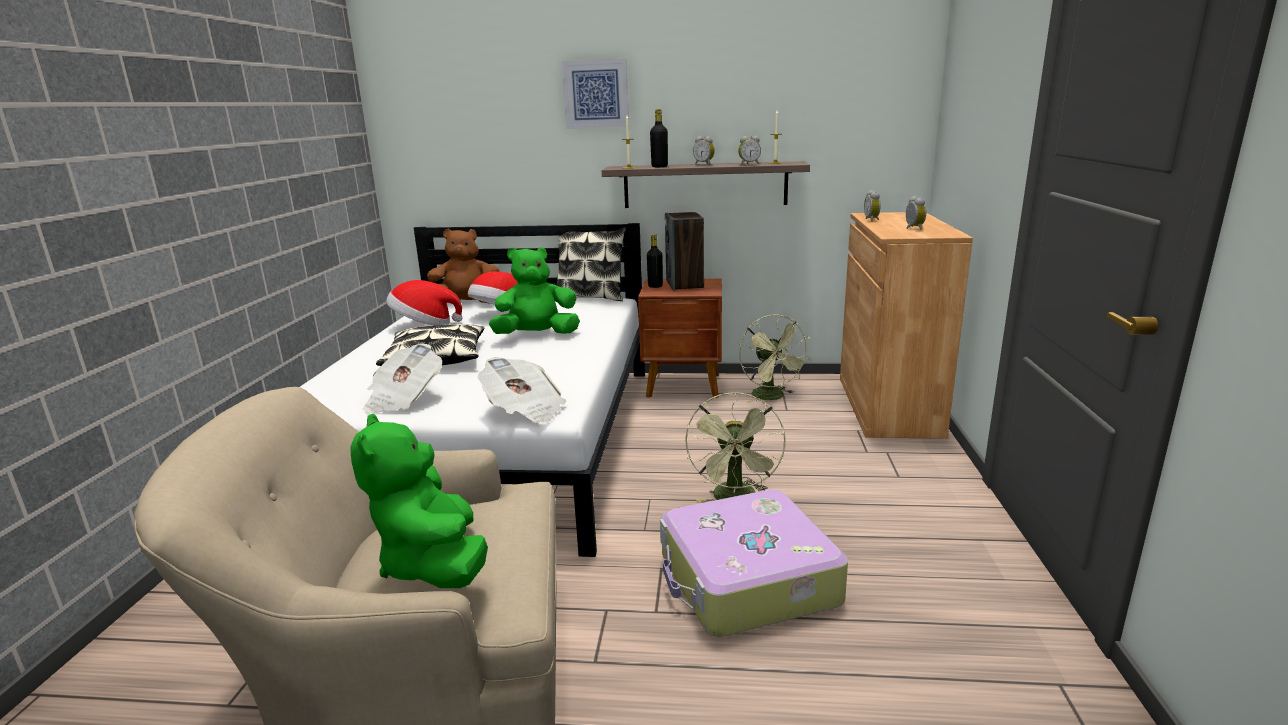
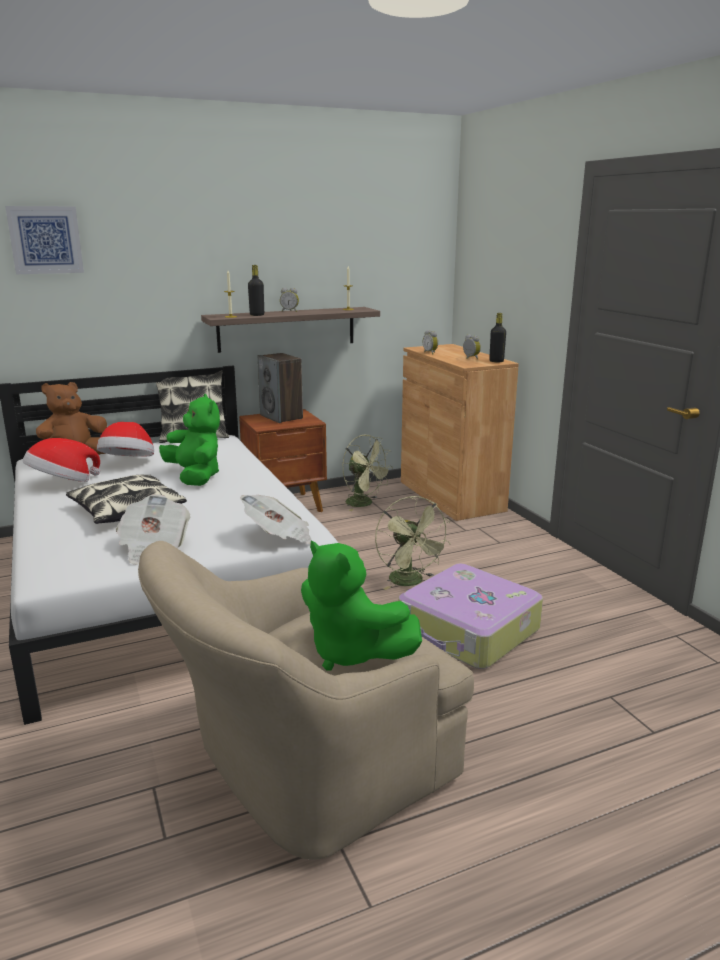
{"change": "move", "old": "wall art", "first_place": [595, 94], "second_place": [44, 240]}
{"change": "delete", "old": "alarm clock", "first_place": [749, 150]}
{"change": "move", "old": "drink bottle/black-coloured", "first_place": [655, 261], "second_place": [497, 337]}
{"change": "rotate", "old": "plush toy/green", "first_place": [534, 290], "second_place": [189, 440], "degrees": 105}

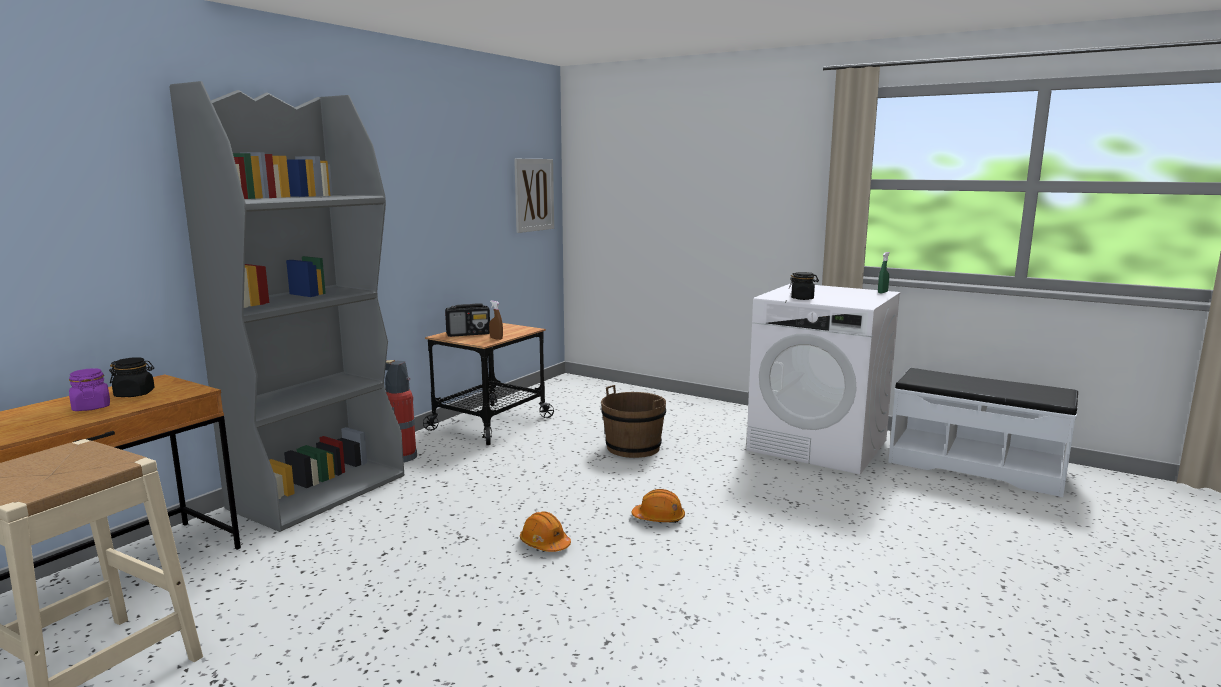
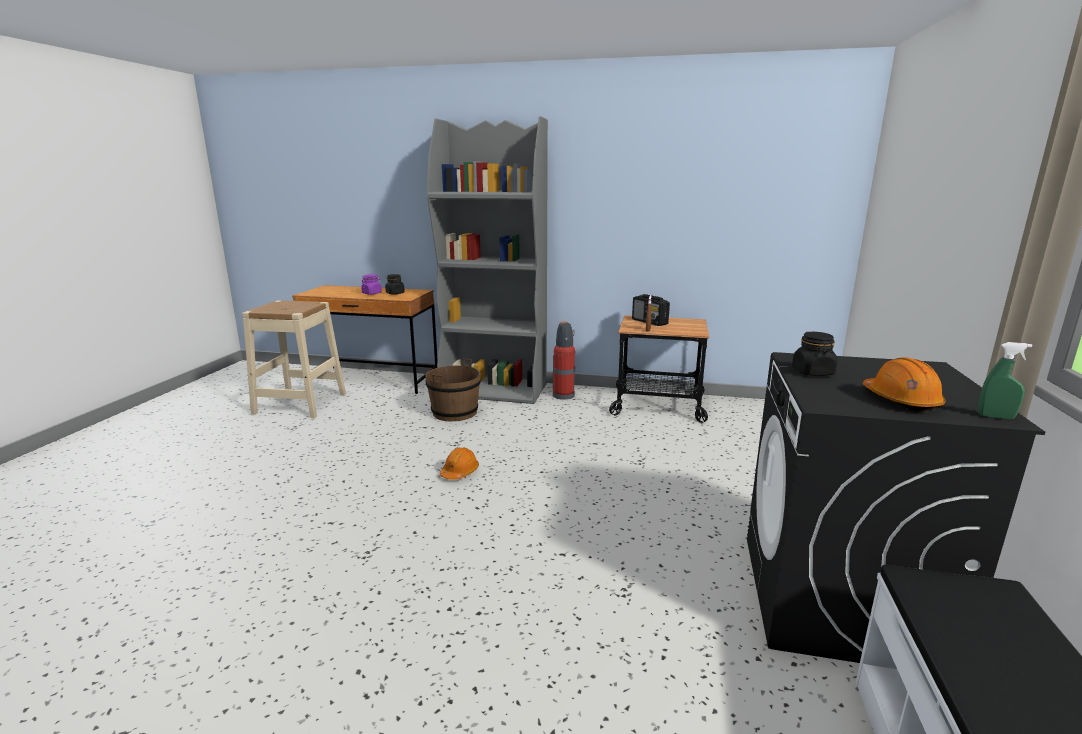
{"change": "delete", "old": "wall art", "first_place": [534, 196]}
{"change": "recolor", "old": "laundry appliance/whitish", "new": "laundry appliance/black-coloured", "first_place": [823, 379], "second_place": [896, 507]}
{"change": "move", "old": "water bucket/brown-coloured", "first_place": [633, 421], "second_place": [453, 390]}
{"change": "move", "old": "safety helmet/orangey", "first_place": [658, 506], "second_place": [904, 384]}

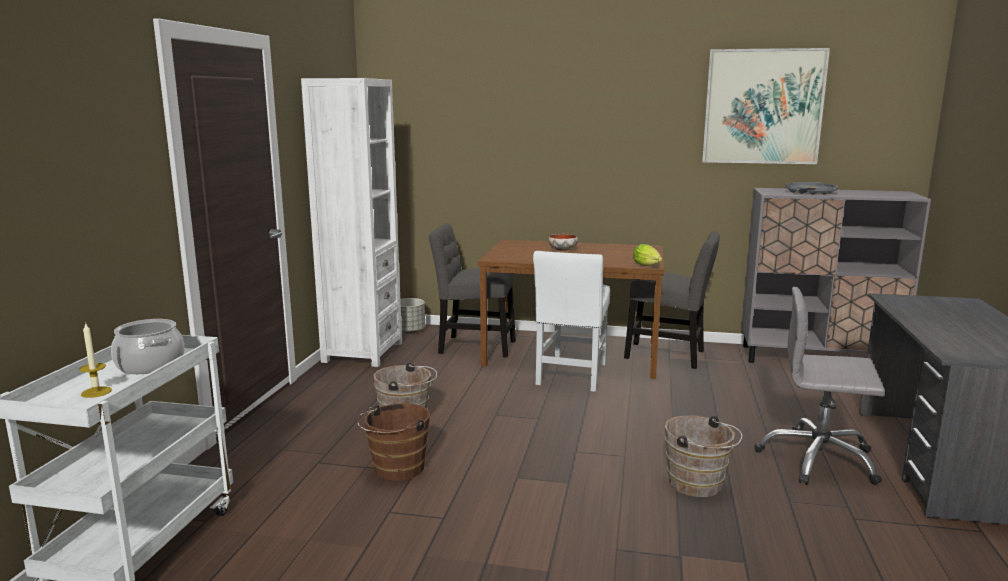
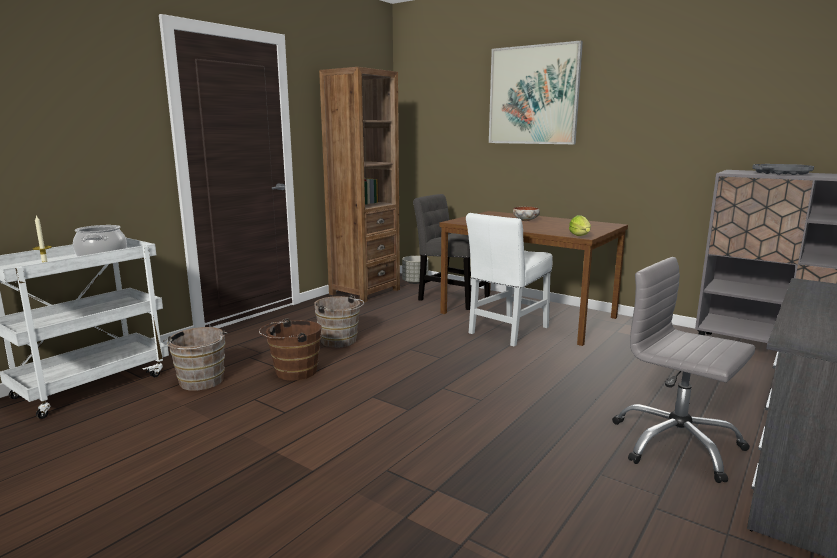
{"change": "move", "old": "wall art", "first_place": [766, 106], "second_place": [536, 92]}
{"change": "recolor", "old": "bookshelf/whitish", "new": "bookshelf/brown-coloured", "first_place": [351, 222], "second_place": [359, 185]}
{"change": "delete", "old": "plain chair/gray", "first_place": [672, 300]}
{"change": "move", "old": "water bucket/brown-coloured", "first_place": [703, 456], "second_place": [196, 359]}

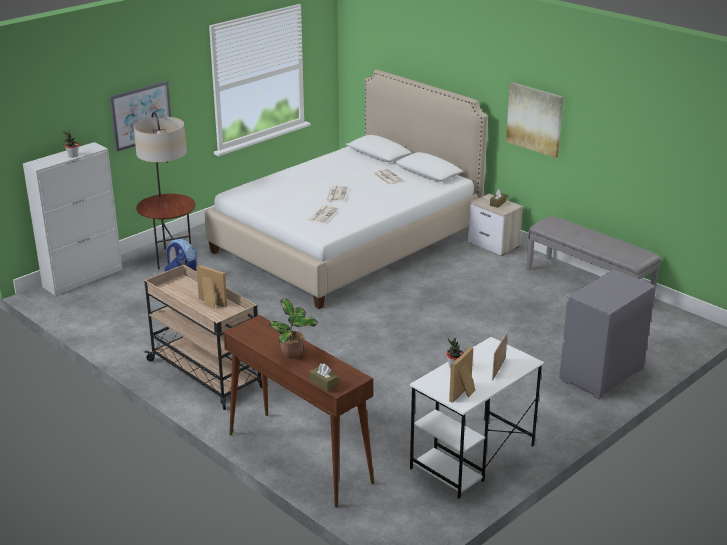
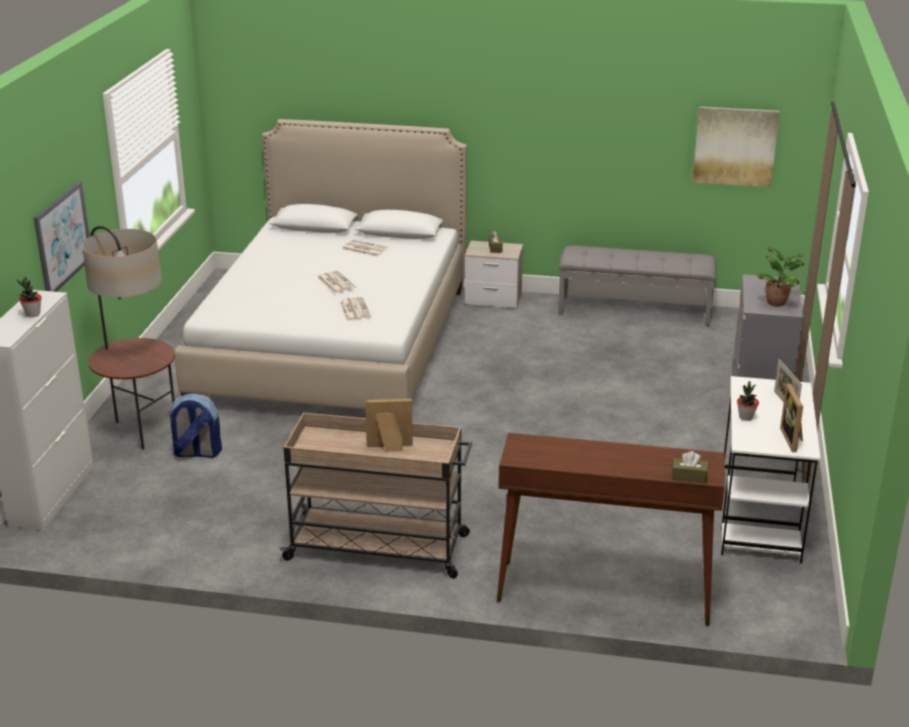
{"change": "move", "old": "wall art", "first_place": [534, 120], "second_place": [736, 146]}
{"change": "move", "old": "houseplant", "first_place": [293, 328], "second_place": [780, 276]}

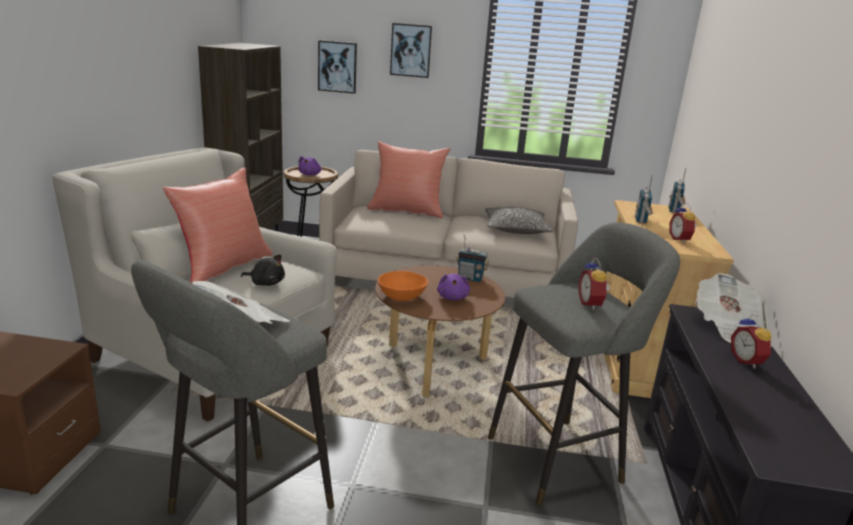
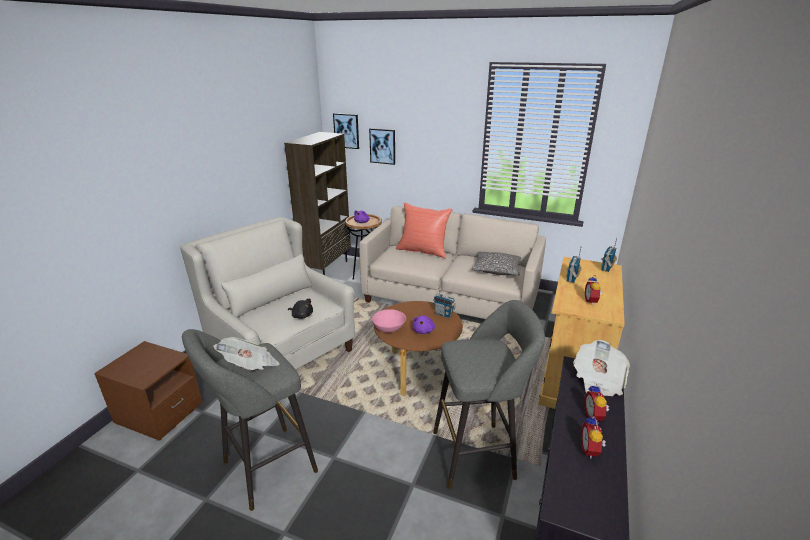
{"change": "move", "old": "wall art", "first_place": [411, 50], "second_place": [346, 131]}
{"change": "delete", "old": "throw pillow/red-coloured", "first_place": [218, 225]}
{"change": "move", "old": "alarm clock", "first_place": [594, 284], "second_place": [593, 437]}
{"change": "recolor", "old": "bowl/orangey", "new": "bowl/pinkish", "first_place": [403, 286], "second_place": [389, 321]}

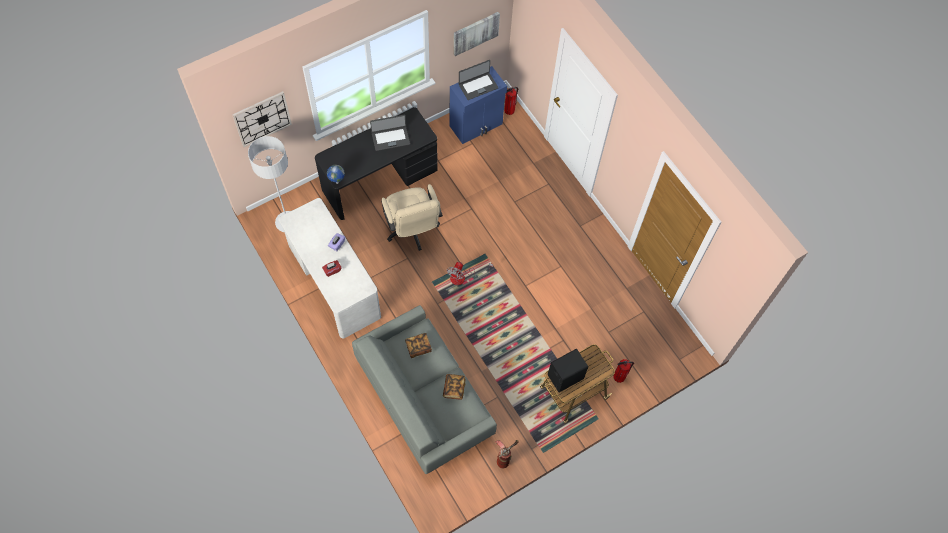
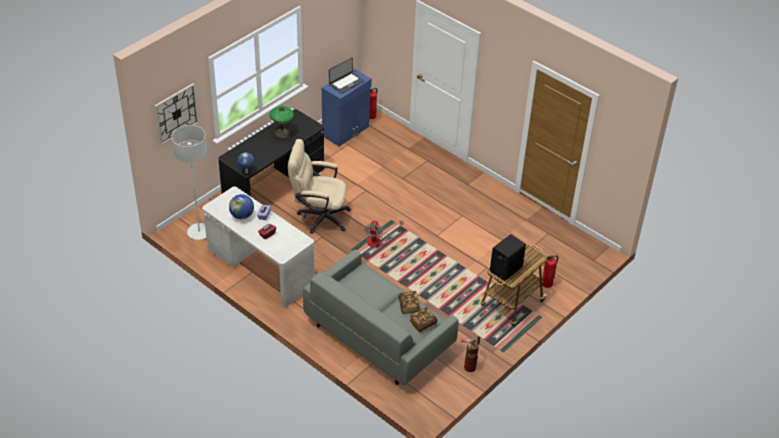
{"change": "delete", "old": "wall art", "first_place": [476, 34]}
{"change": "replace", "old": "laptop", "new": "lamp for a table", "first_place": [390, 133], "second_place": [282, 123]}
{"change": "rotate", "old": "computer chair/beige-coloured", "first_place": [412, 217], "second_place": [319, 186], "degrees": 135}
{"change": "move", "old": "volume", "first_place": [418, 345], "second_place": [423, 319]}
{"change": "insert", "new": "desk globe", "second_place": [241, 206]}

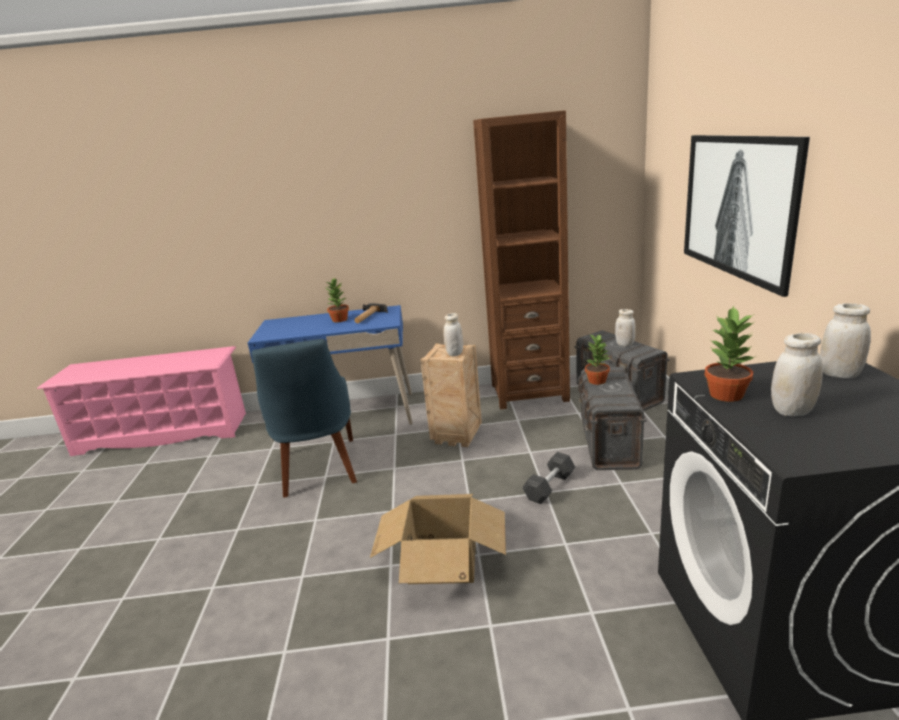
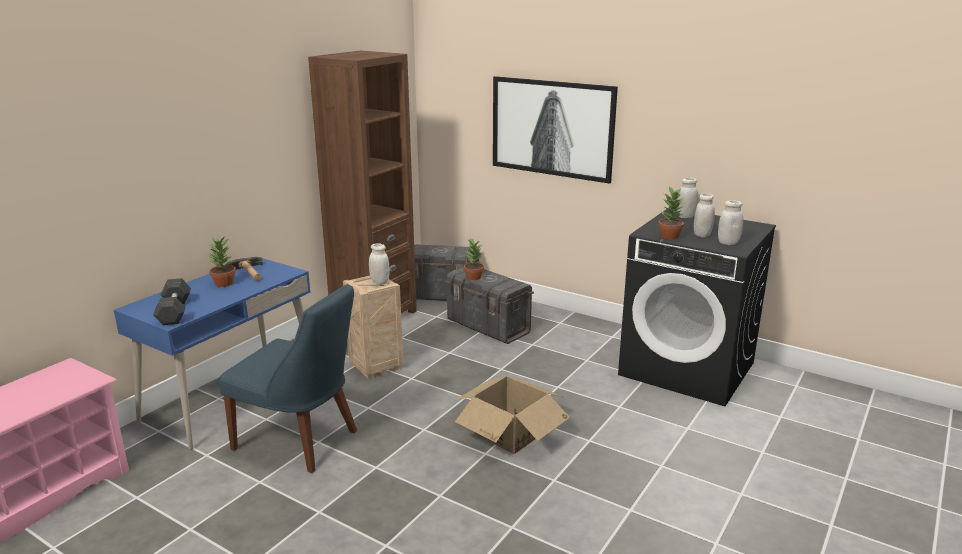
{"change": "move", "old": "jar/whitish", "first_place": [625, 328], "second_place": [730, 222]}
{"change": "move", "old": "free weight/gray", "first_place": [548, 478], "second_place": [172, 301]}

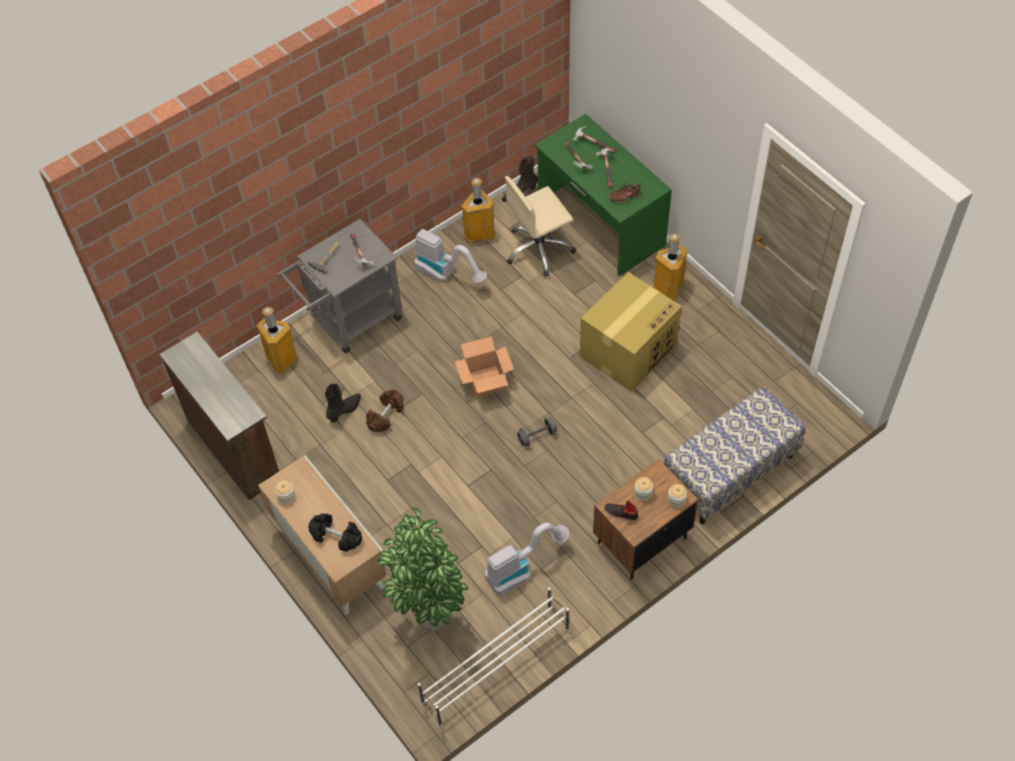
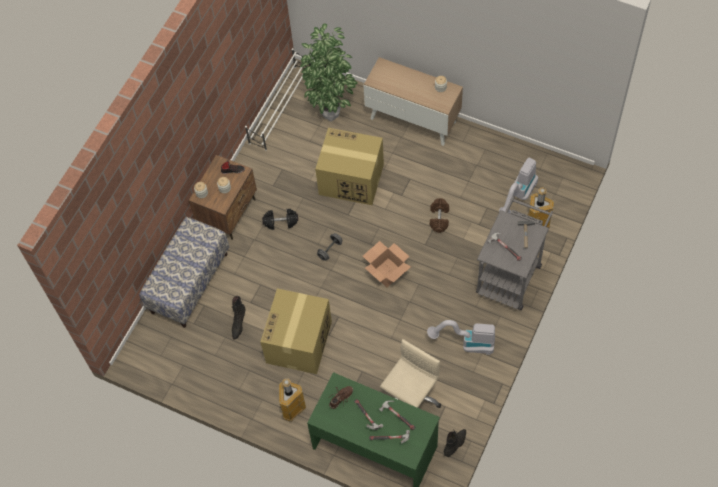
{"change": "delete", "old": "trash can", "first_place": [478, 211]}
{"change": "delete", "old": "drawer chest/brown-coloured", "first_place": [219, 416]}
{"change": "move", "old": "tall boot/black-coloured", "first_place": [343, 403], "second_place": [238, 317]}
{"change": "move", "old": "free weight/black-coloured", "first_place": [335, 532], "second_place": [280, 219]}
{"change": "move", "old": "hoover", "first_place": [527, 560], "second_place": [518, 186]}
{"change": "insert", "new": "carton", "second_place": [349, 166]}

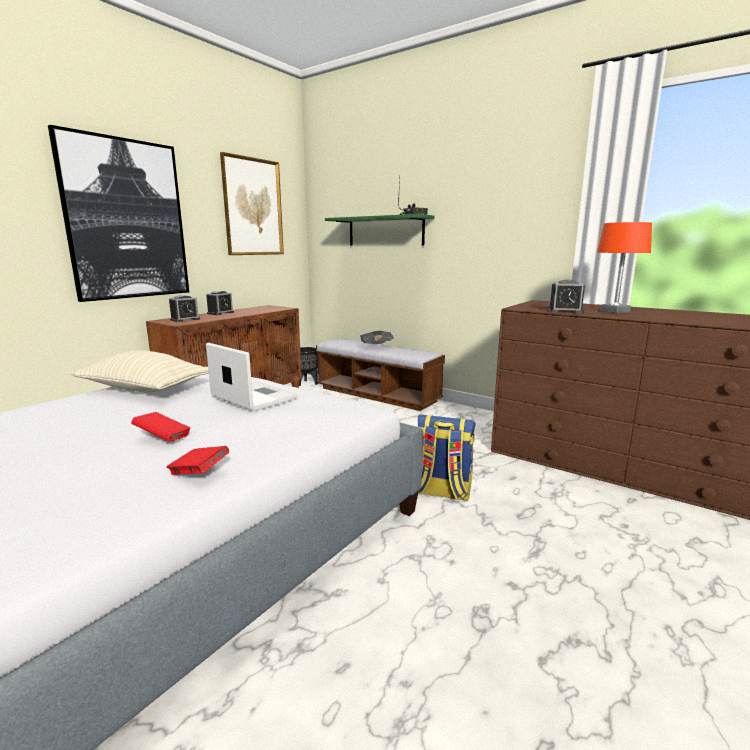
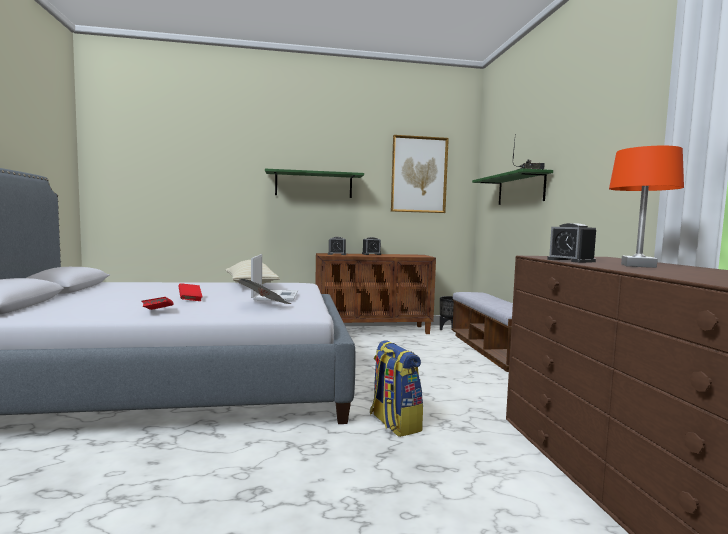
{"change": "replace", "old": "wall art", "new": "shelf/green", "first_place": [118, 213], "second_place": [314, 183]}
{"change": "move", "old": "daily paper", "first_place": [377, 337], "second_place": [265, 291]}

